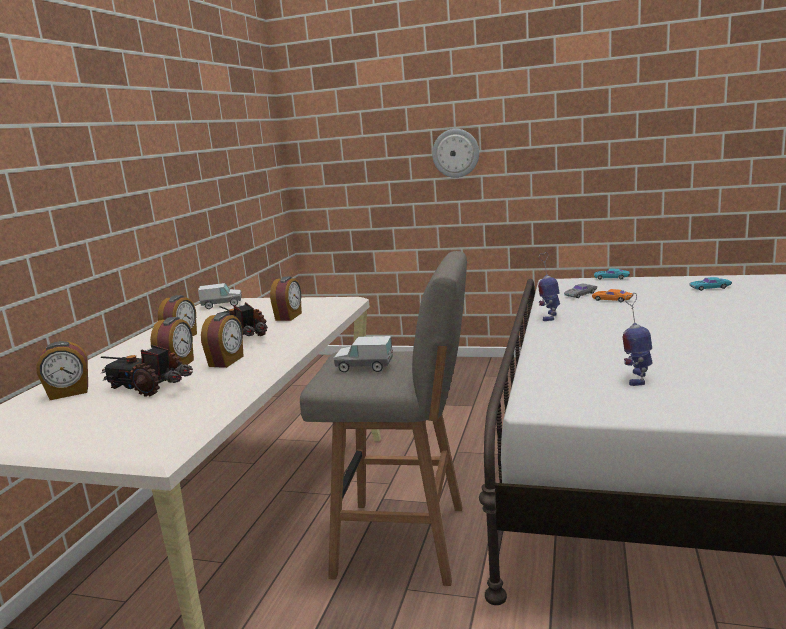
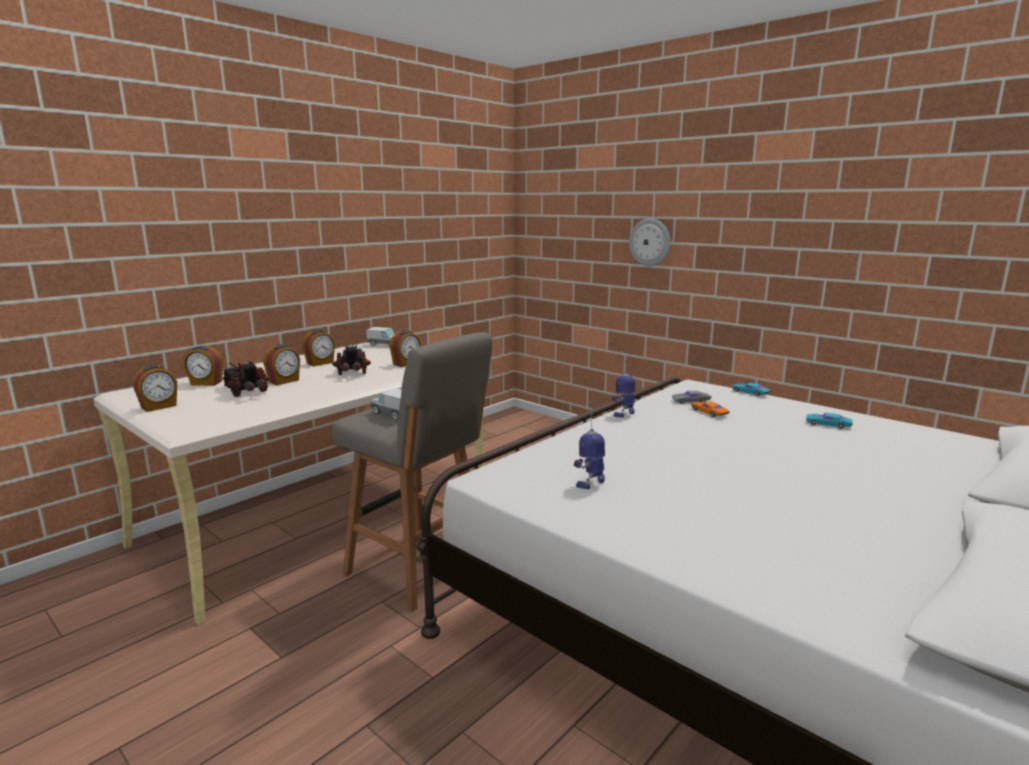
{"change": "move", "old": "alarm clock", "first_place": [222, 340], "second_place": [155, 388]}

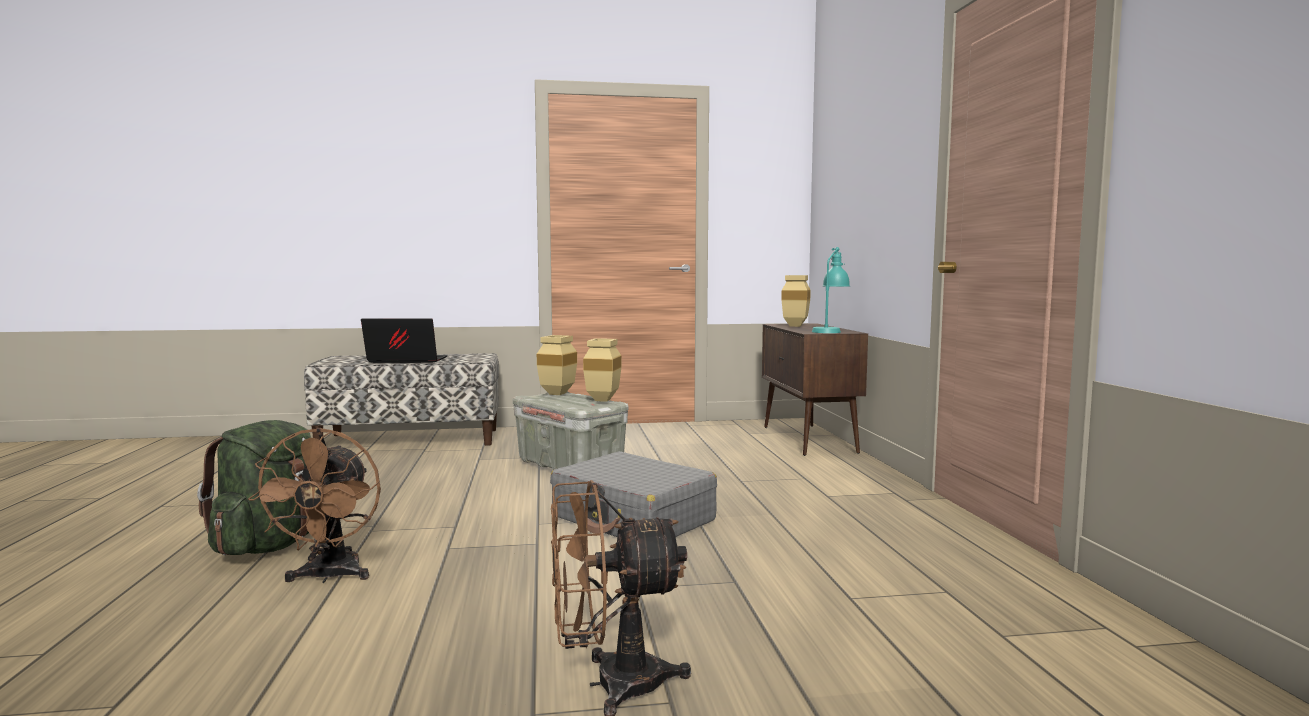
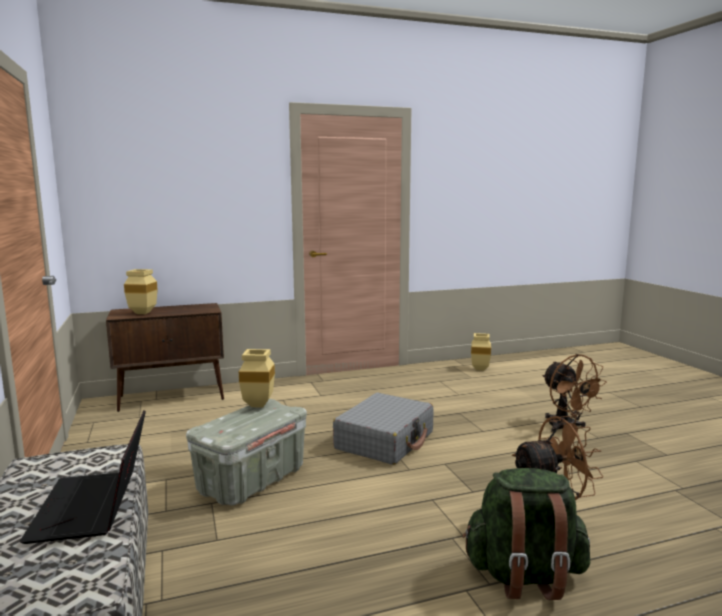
{"change": "delete", "old": "lamp for a table/blue-green", "first_place": [831, 290]}
{"change": "move", "old": "vase/beige-coloured", "first_place": [557, 365], "second_place": [481, 352]}

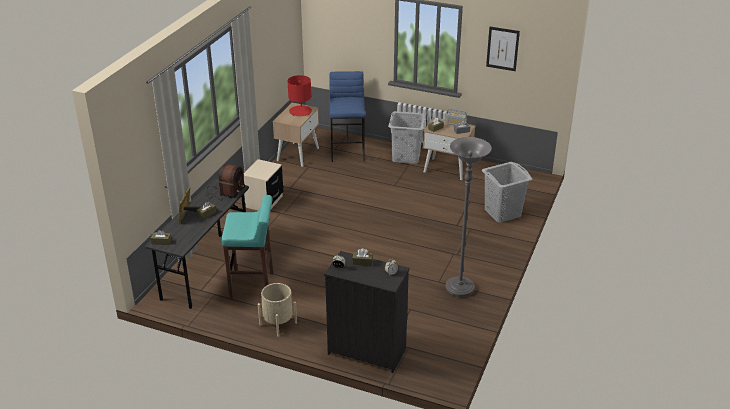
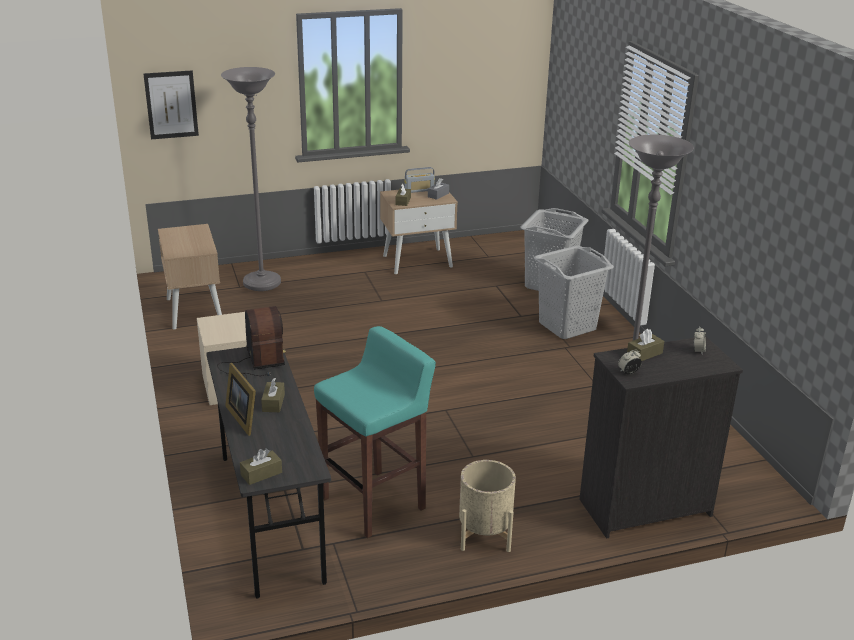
{"change": "move", "old": "wall art", "first_place": [503, 49], "second_place": [171, 104]}
{"change": "replace", "old": "stool/blue", "new": "standard lamp/gray", "first_place": [347, 116], "second_place": [251, 179]}
{"change": "delete", "old": "lamp for a table/red-coloured", "first_place": [300, 95]}
{"change": "move", "old": "washing basket/gray", "first_place": [407, 137], "second_place": [574, 292]}

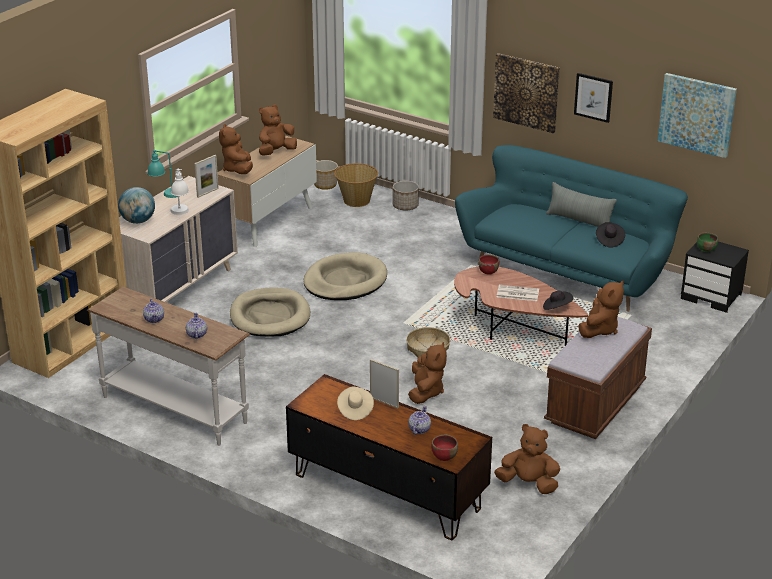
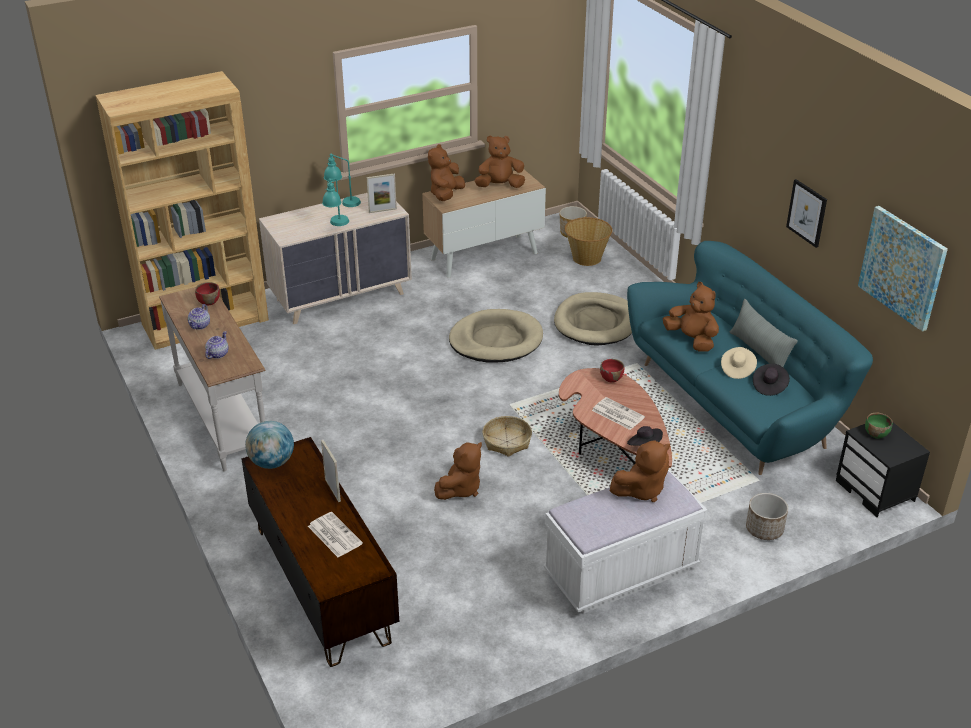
{"change": "delete", "old": "wall art", "first_place": [526, 93]}
{"change": "recolor", "old": "lamp for a table/whitish", "new": "lamp for a table/blue-green", "first_place": [180, 191], "second_place": [335, 202]}
{"change": "move", "old": "planter", "first_place": [406, 195], "second_place": [767, 516]}
{"change": "move", "old": "desk globe", "first_place": [136, 205], "second_place": [269, 445]}
{"change": "move", "old": "pet bed/beige-coloured", "first_place": [270, 312], "second_place": [593, 319]}
{"change": "recolor", "old": "long seat/brown-coloured", "new": "long seat/whitish", "first_place": [598, 378], "second_place": [625, 541]}
{"change": "move", "old": "hat/beige-coloured", "first_place": [355, 403], "second_place": [739, 363]}
{"change": "replace", "old": "pot for tea", "new": "daily paper", "first_place": [419, 420], "second_place": [335, 534]}
{"change": "move", "old": "plush toy/brown-coloured", "first_place": [527, 459], "second_place": [691, 317]}
{"change": "move", "old": "bowl/red-coloured", "first_place": [445, 448], "second_place": [207, 294]}

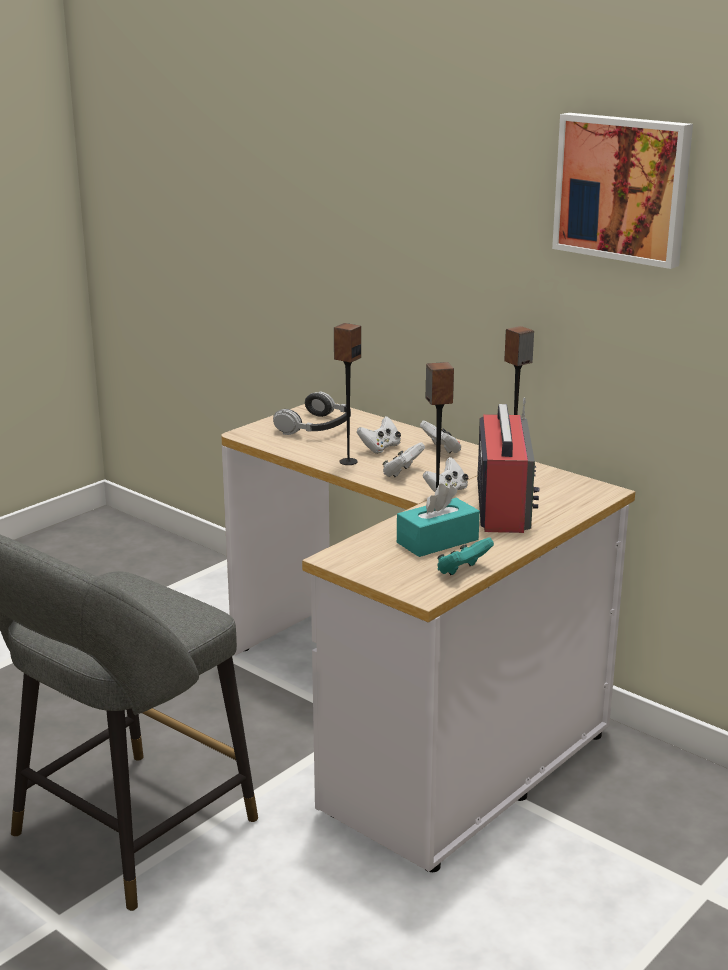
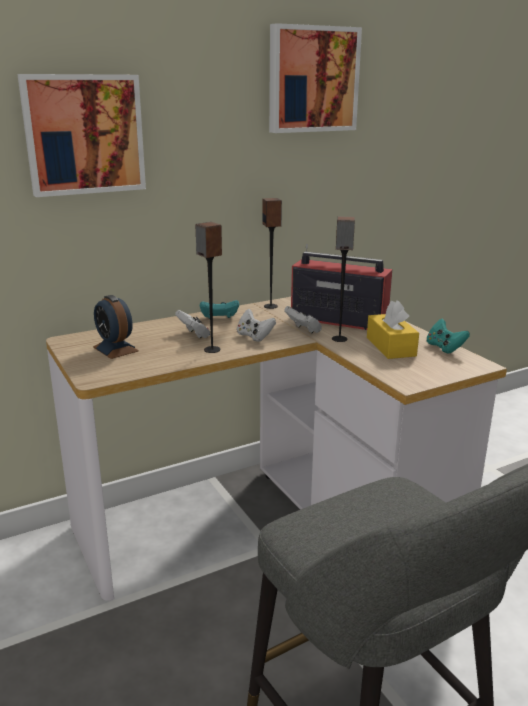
{"change": "replace", "old": "headset", "new": "alarm clock", "first_place": [312, 413], "second_place": [116, 327]}
{"change": "recolor", "old": "joypad/whitish", "new": "joypad/blue-green", "first_place": [440, 437], "second_place": [219, 309]}
{"change": "recolor", "old": "tissue holder/blue-green", "new": "tissue holder/yellowish", "first_place": [438, 520], "second_place": [393, 329]}
{"change": "insert", "new": "wall art", "second_place": [81, 135]}

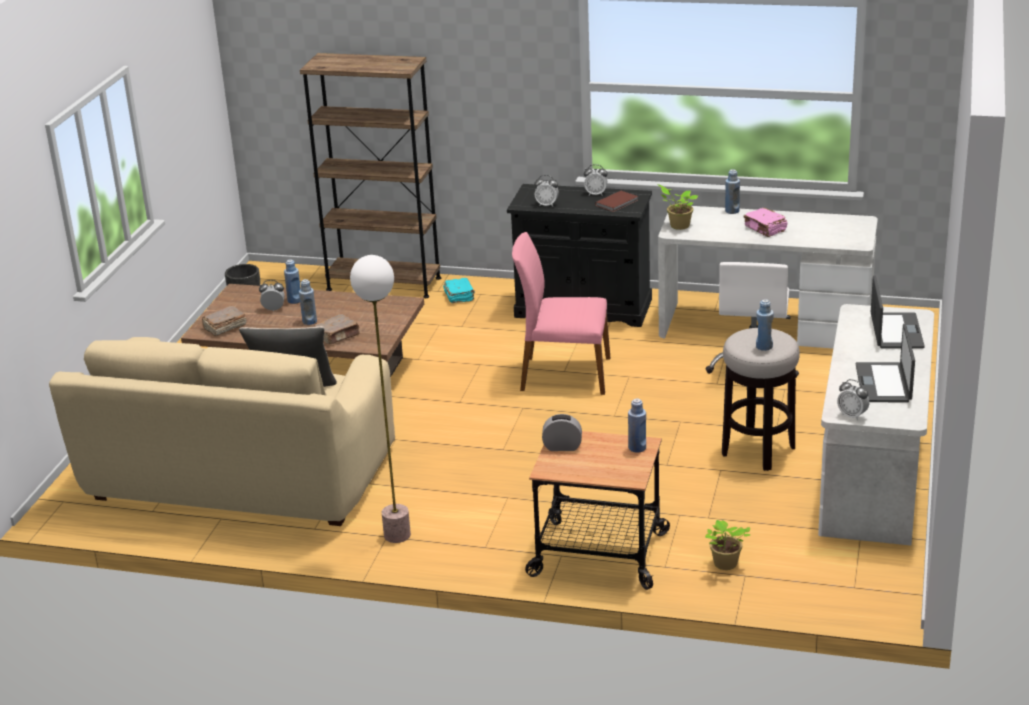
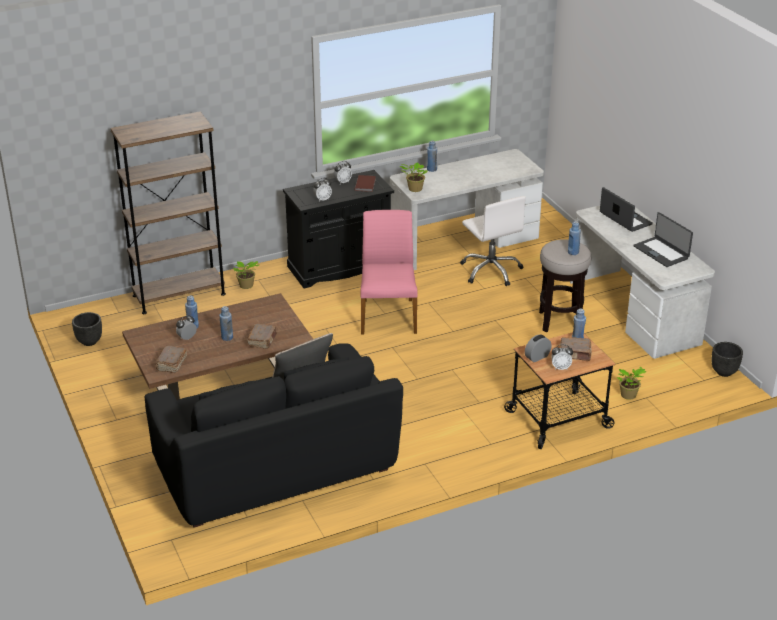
{"change": "delete", "old": "volume/pinkish", "first_place": [765, 222]}
{"change": "rotate", "old": "plain chair/pinkish", "first_place": [561, 313], "second_place": [389, 272], "degrees": 120}
{"change": "delete", "old": "standard lamp", "first_place": [380, 399]}
{"change": "replace", "old": "volume/blue-green", "new": "houseplant", "first_place": [459, 290], "second_place": [246, 275]}
{"change": "recolor", "old": "couch/beige-coloured", "new": "couch/black-coloured", "first_place": [222, 431], "second_place": [274, 435]}
{"change": "move", "old": "alarm clock", "first_place": [853, 400], "second_place": [562, 357]}
{"change": "insert", "new": "volume/brown-coloured", "second_place": [576, 349]}
{"change": "insert", "new": "planter/black-coloured", "second_place": [727, 359]}

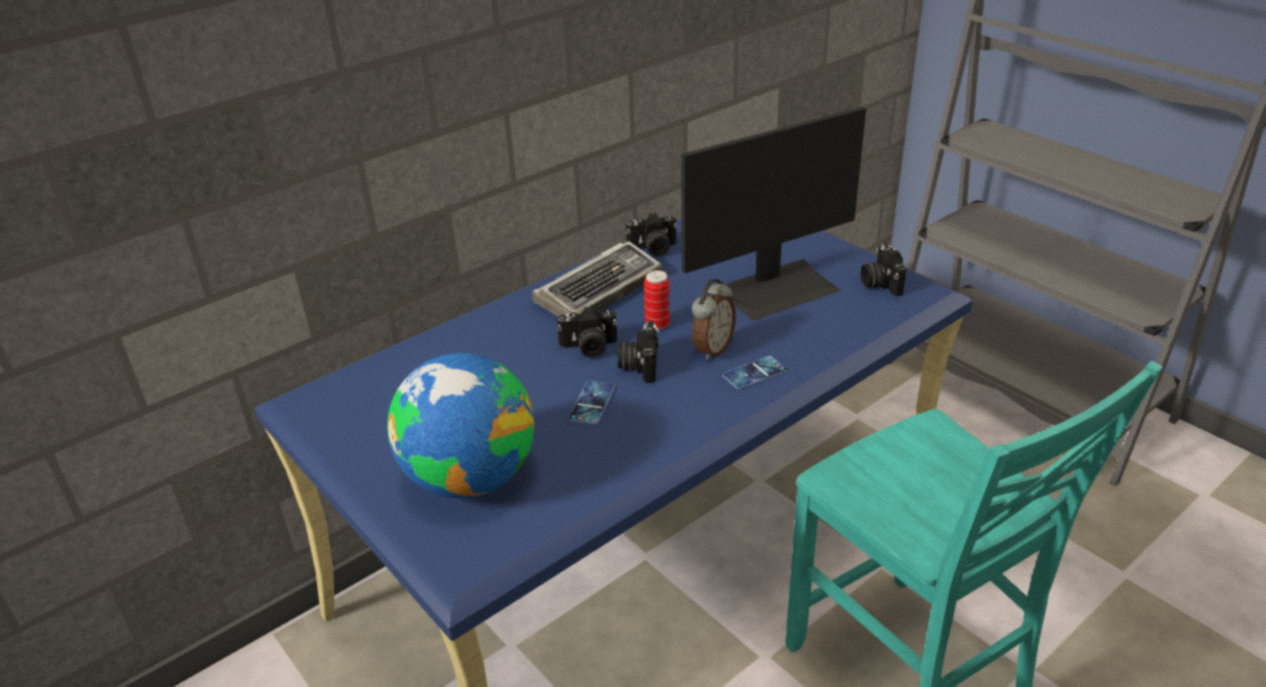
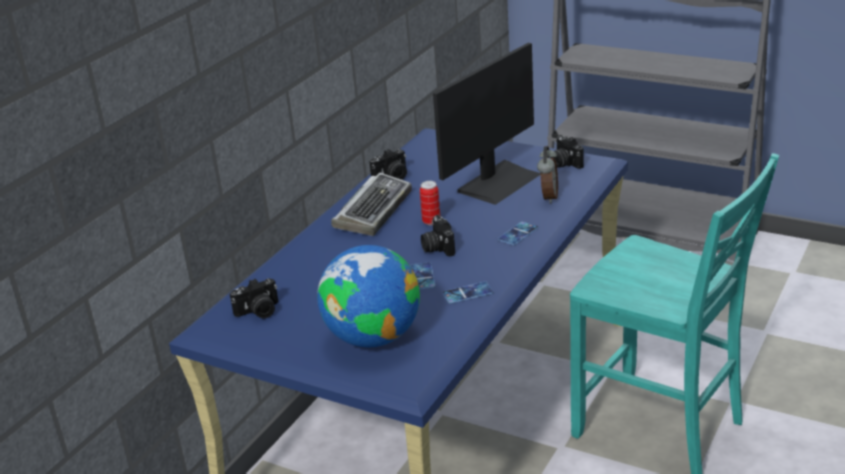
{"change": "move", "old": "alarm clock", "first_place": [714, 320], "second_place": [547, 175]}
{"change": "move", "old": "photo camera", "first_place": [587, 332], "second_place": [254, 298]}
{"change": "insert", "new": "telephone", "second_place": [467, 292]}

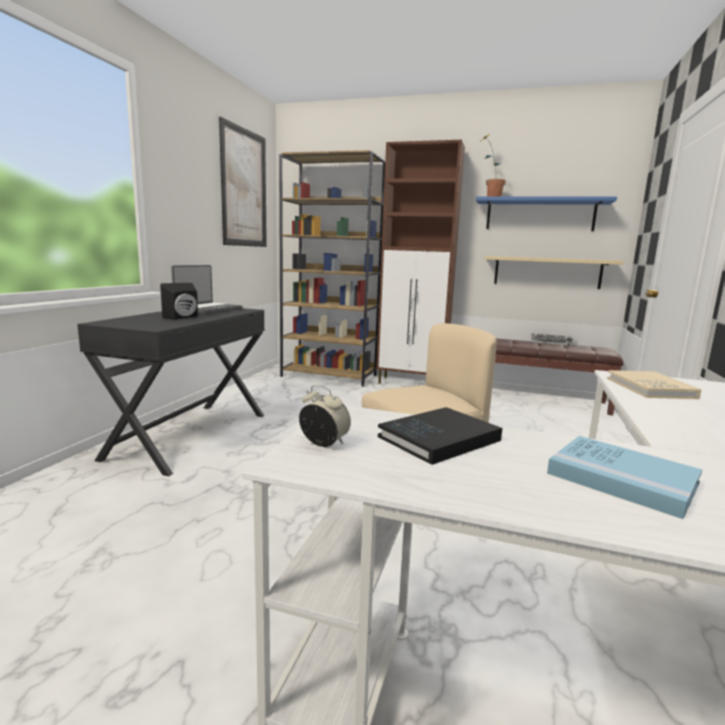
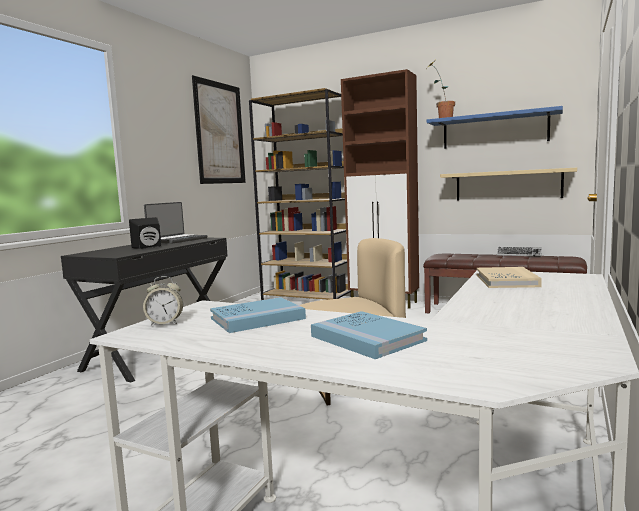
{"change": "rotate", "old": "alarm clock", "first_place": [325, 416], "second_place": [163, 300], "degrees": 135}
{"change": "recolor", "old": "volume/black-coloured", "new": "volume/blue", "first_place": [440, 436], "second_place": [258, 315]}

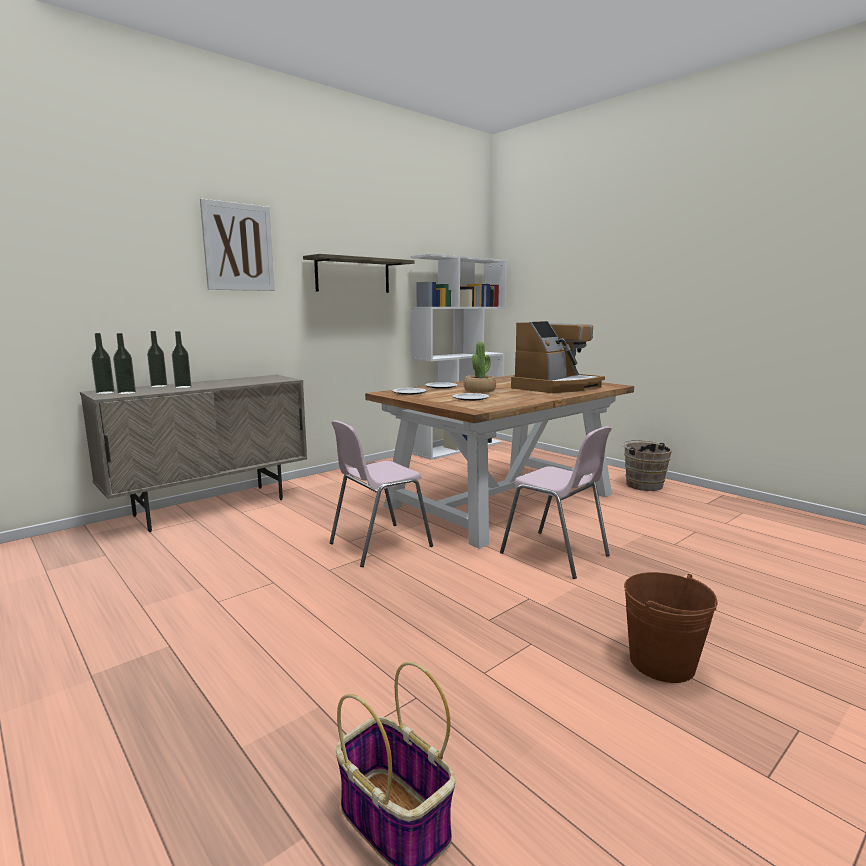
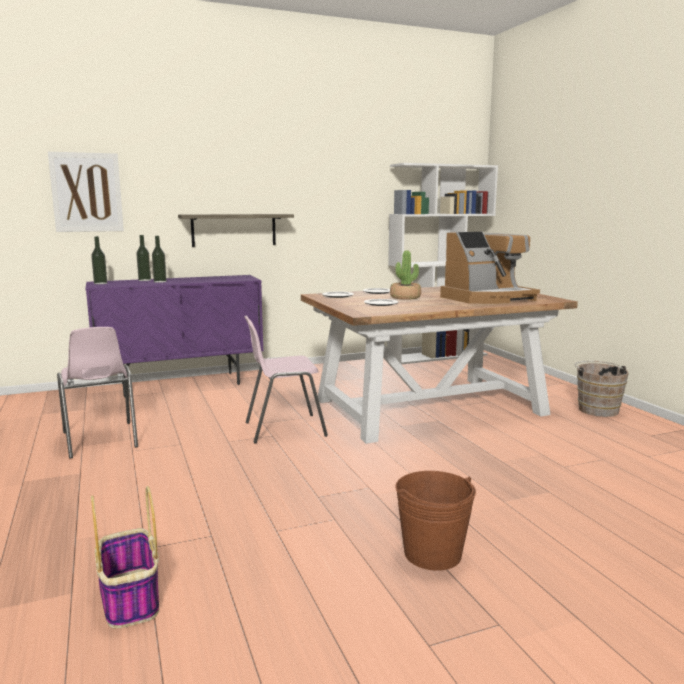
{"change": "move", "old": "wall art", "first_place": [237, 245], "second_place": [86, 192]}
{"change": "move", "old": "shelf", "first_place": [359, 273], "second_place": [236, 230]}
{"change": "delete", "old": "drink bottle", "first_place": [124, 363]}
{"change": "recolor", "old": "cabinet/beige-coloured", "new": "cabinet/purple", "first_place": [193, 453], "second_place": [174, 336]}
{"change": "move", "old": "plain chair/pinkish", "first_place": [556, 502], "second_place": [97, 393]}

